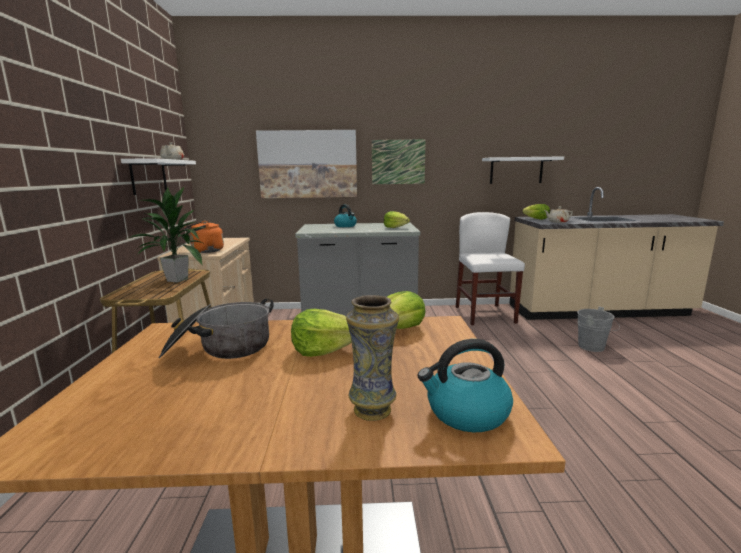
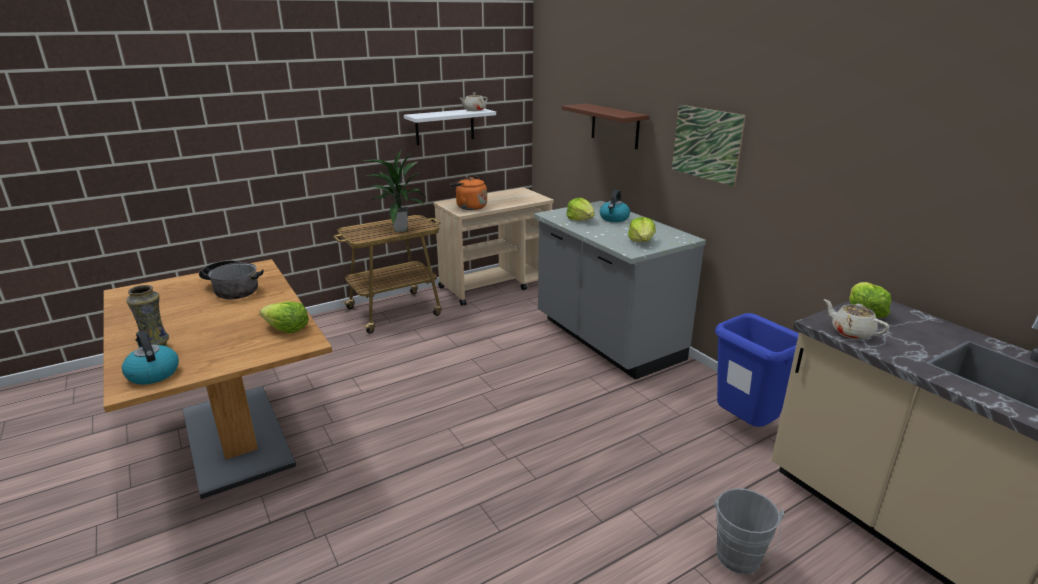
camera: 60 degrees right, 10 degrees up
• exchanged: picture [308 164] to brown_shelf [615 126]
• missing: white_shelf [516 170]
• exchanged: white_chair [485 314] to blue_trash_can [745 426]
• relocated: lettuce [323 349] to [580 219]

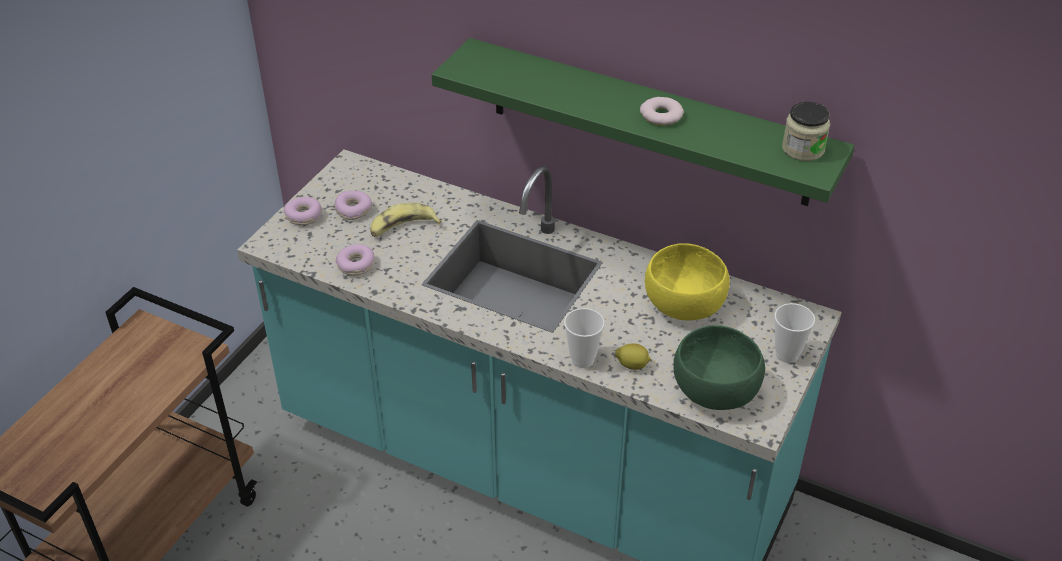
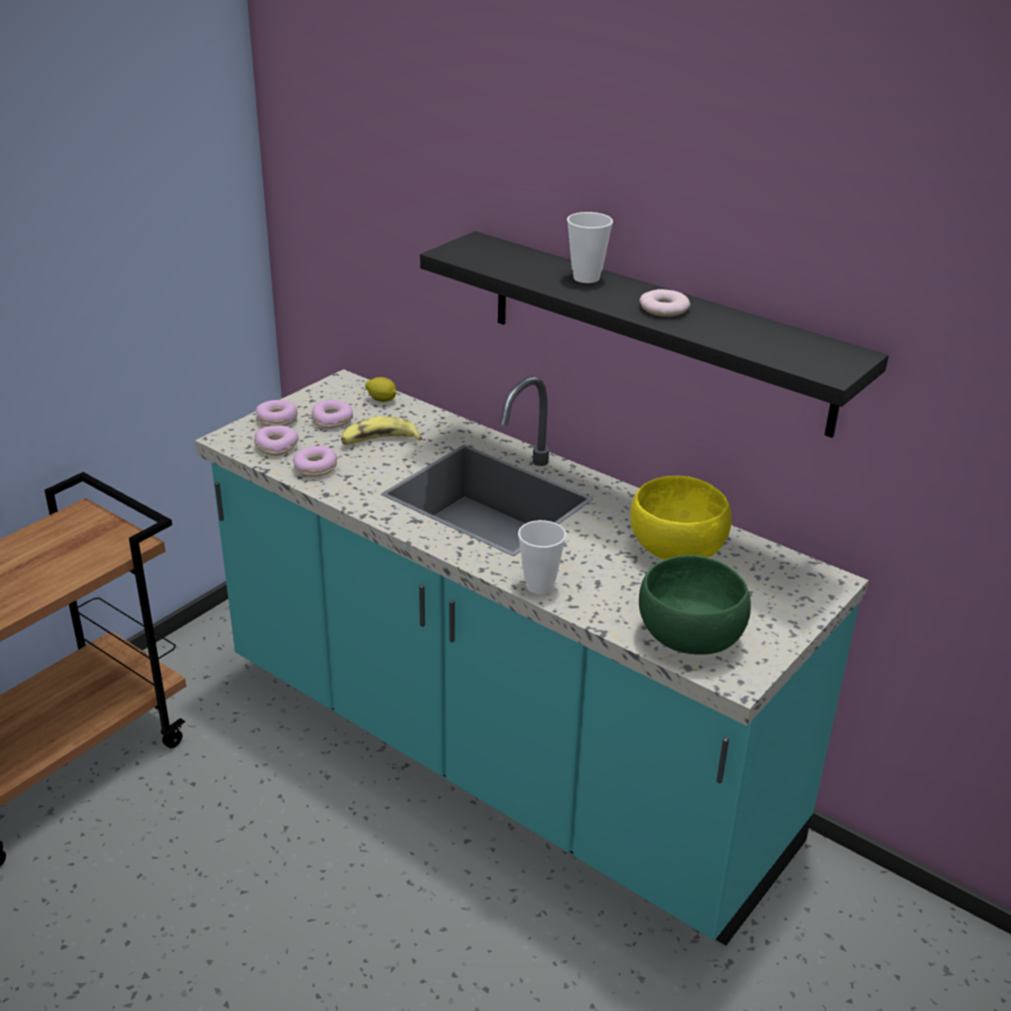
camera: 10 degrees right, 10 degrees down
• colour: green_shelf [648 122] to black_shelf [657 331]
• missing: jar [803 149]
• relocated: cup [787 354] to [586 278]
• relocated: lemon [632 365] to [382 400]
• appeared: donut [276 446]

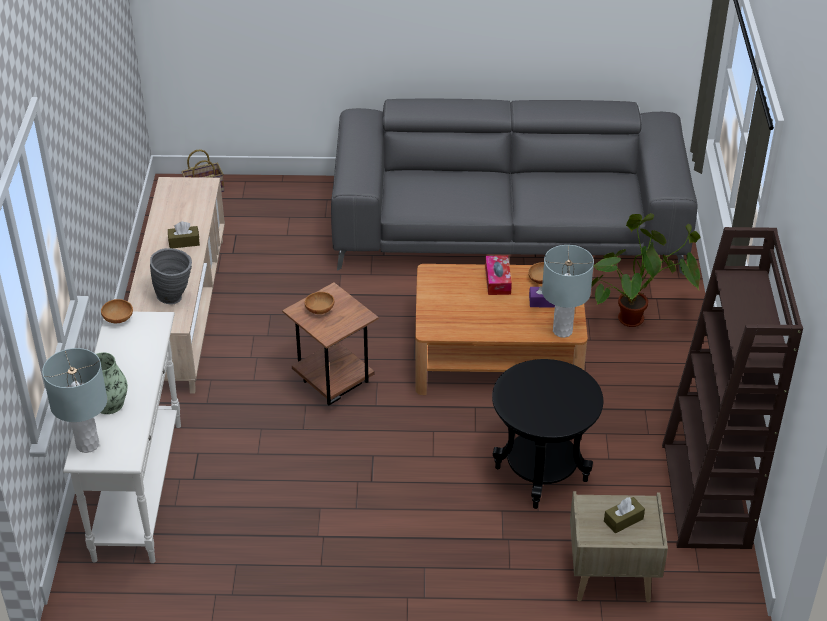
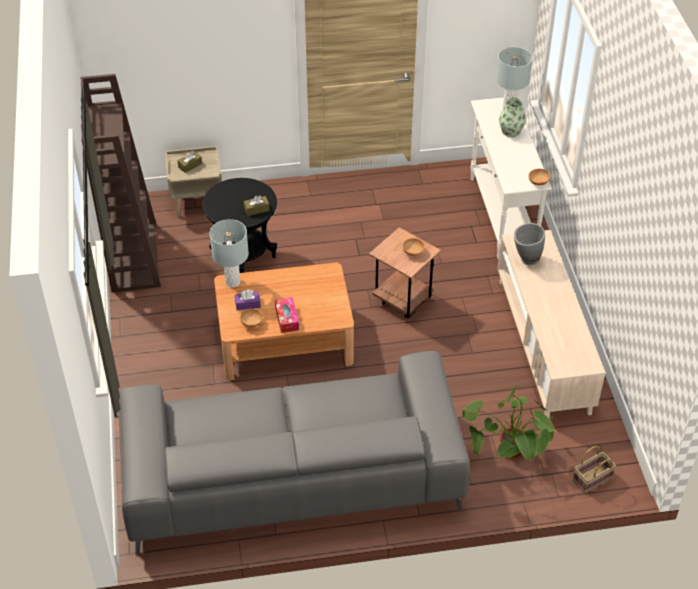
camera: 170 degrees right, 5 degrees up
• relocated: potted_plant [637 312] to [507 459]
• relocated: brown_tissue_box [184 242] to [256 209]

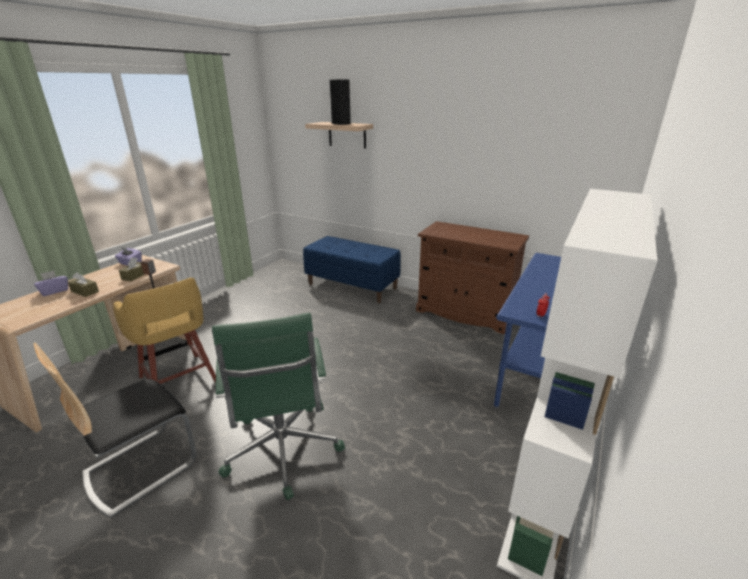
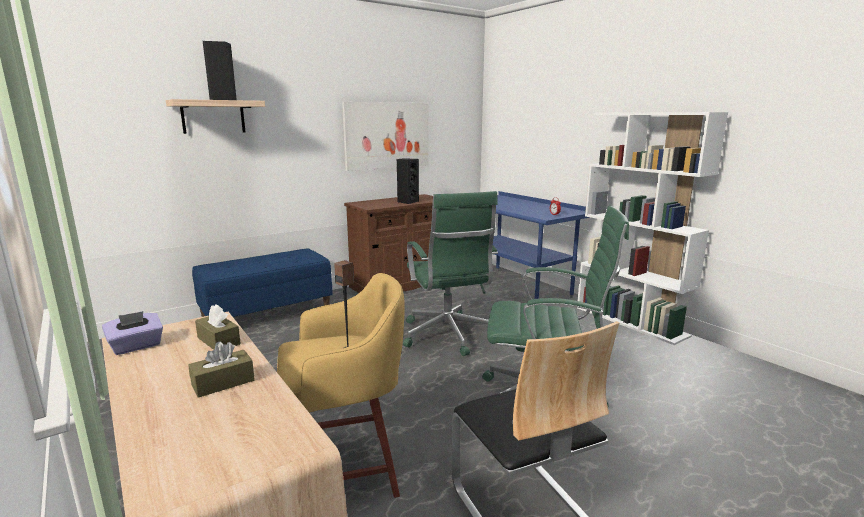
camera: 65 degrees left, 10 degrees down
• missing: purple_tissue_box [54 291]
• appeared: picture [387 135]
• appeared: black_speaker [407 202]
• appeared: green_office_chair [448 335]

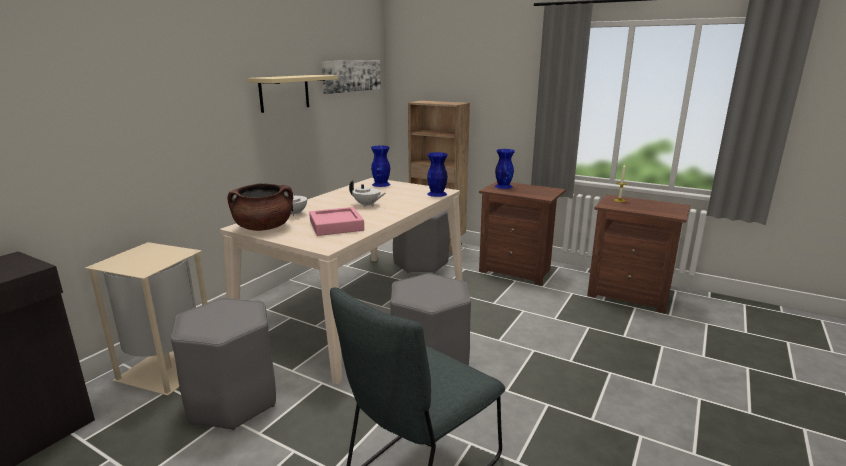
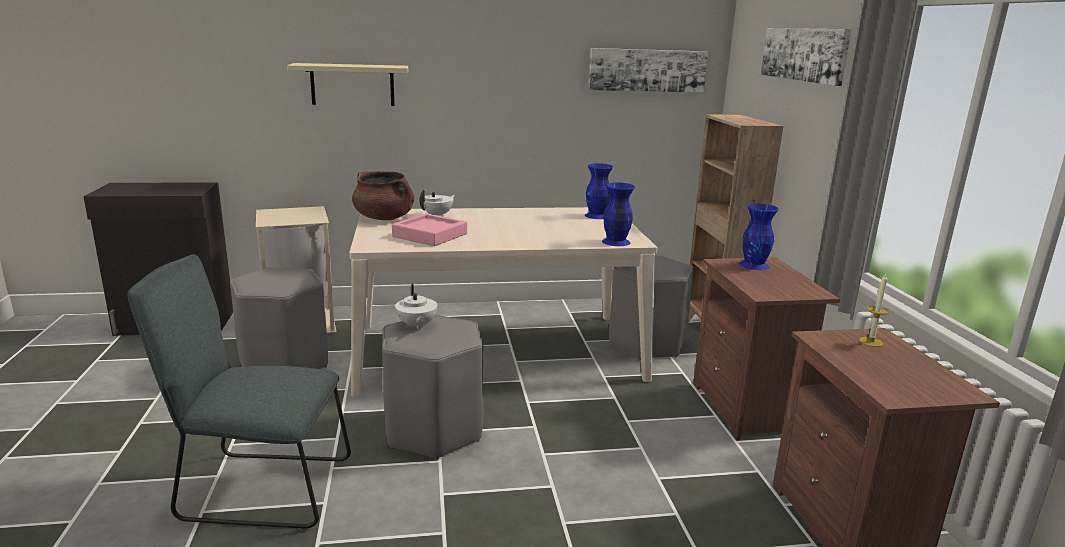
camera: 50 degrees right, 0 degrees up
• relocated: beige_shelf [284 93] to [352 85]
• relocated: white_teapot [367 205] to [416 325]
• appeared: picture [804 54]

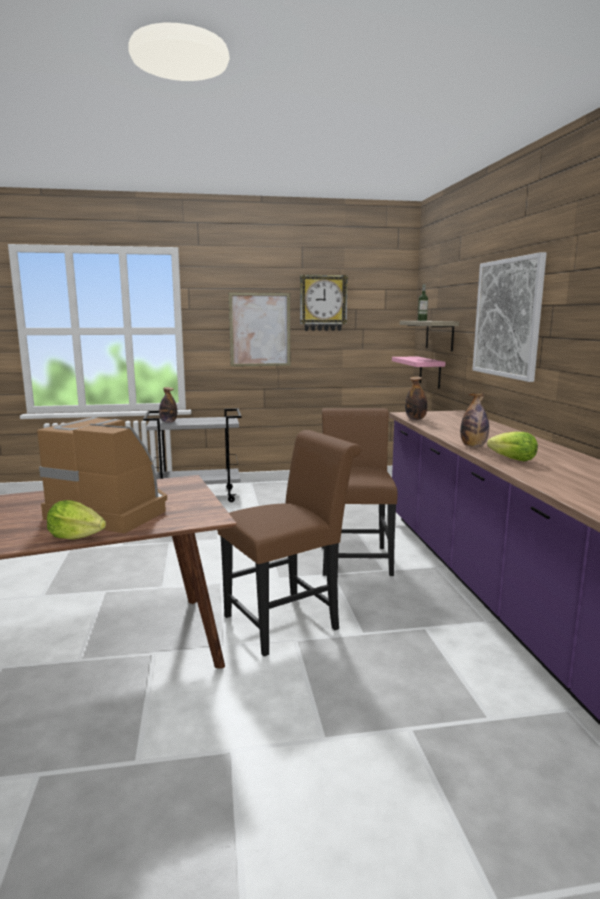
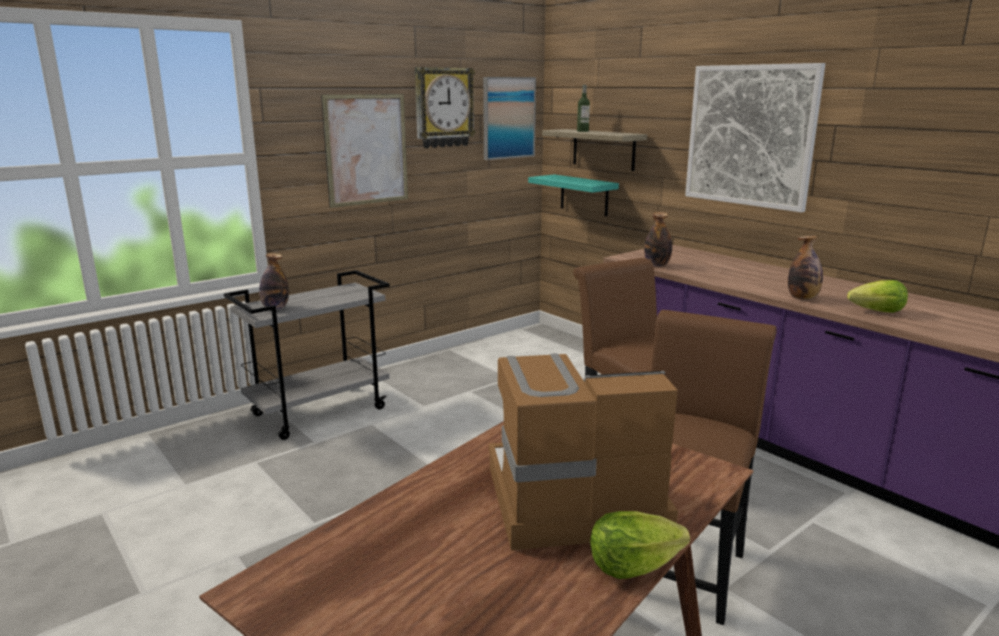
camera: 30 degrees left, 5 degrees up
• colour: pink_shelf [430 372] to turquoise_shelf [584 195]
• appeared: picture [508 118]

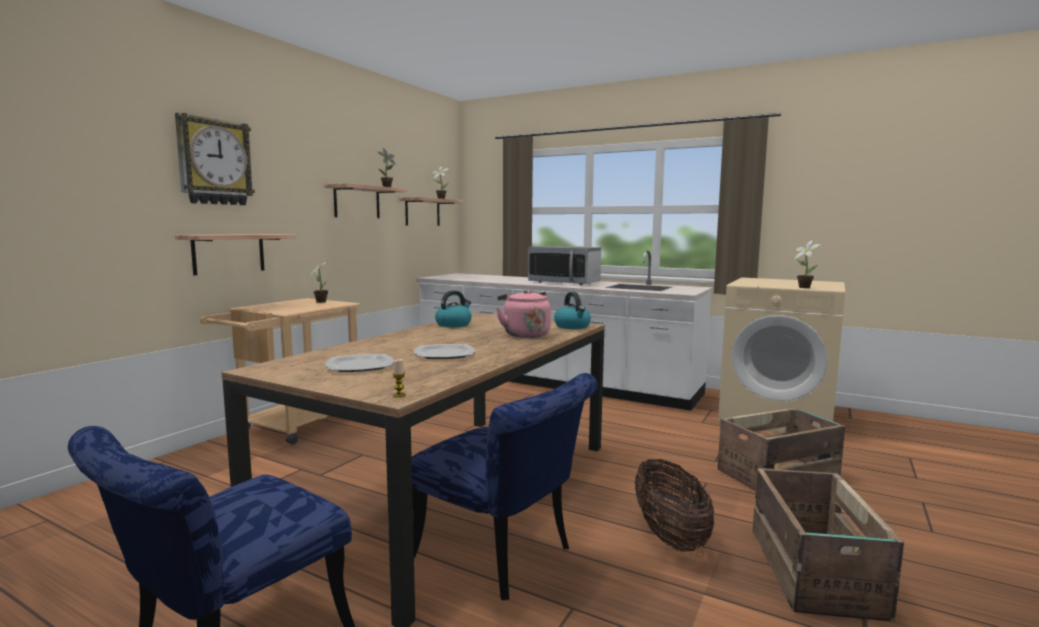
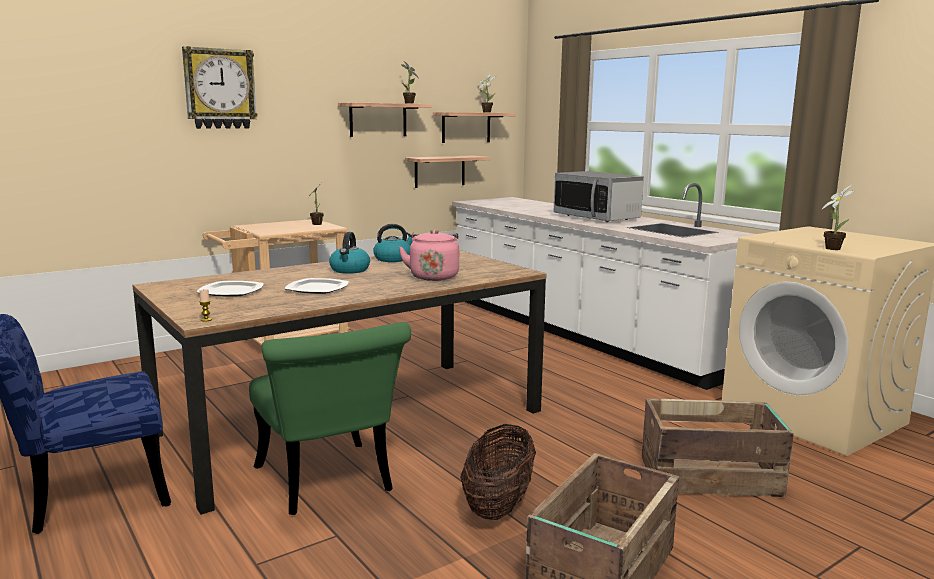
camera: 25 degrees right, 5 degrees up
• relocated: shelf [229 253] to [439 171]
• relocated: kettle [572 326] to [350 270]
• colour: blue_chair [503 558] to green_chair [328 484]

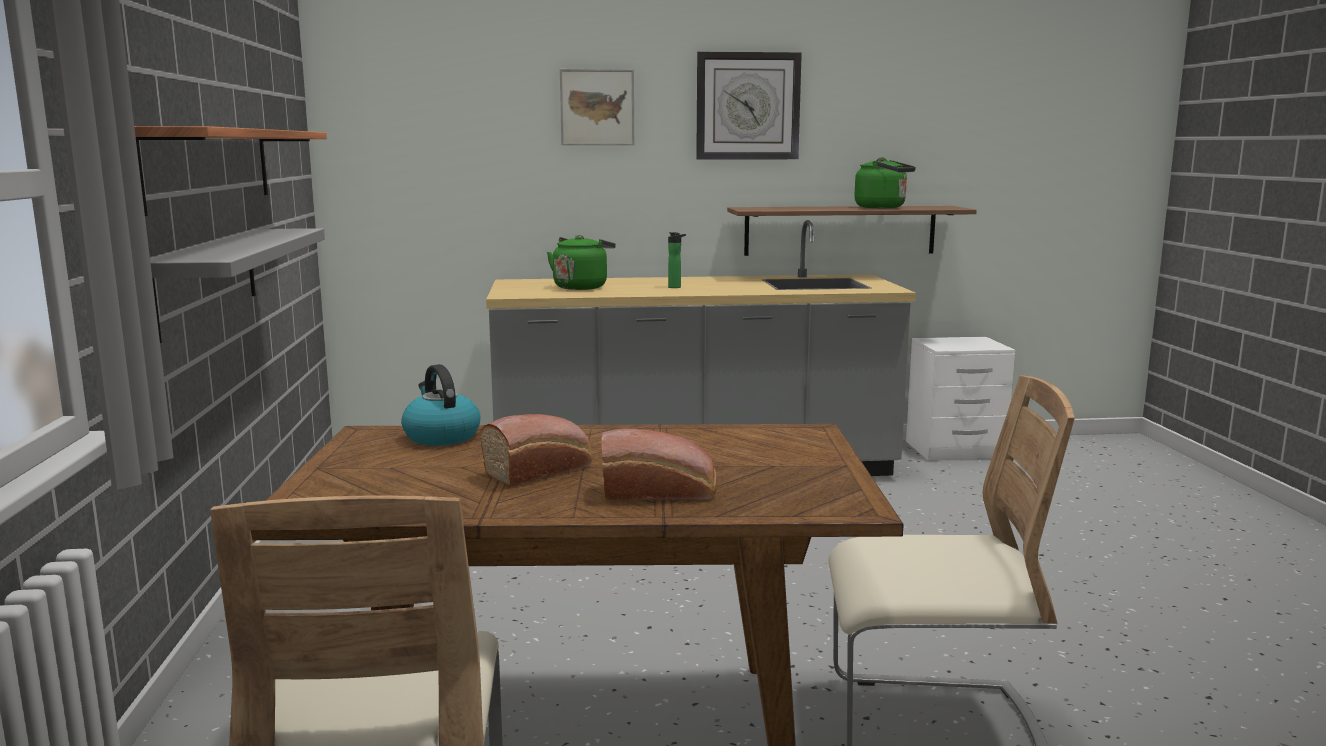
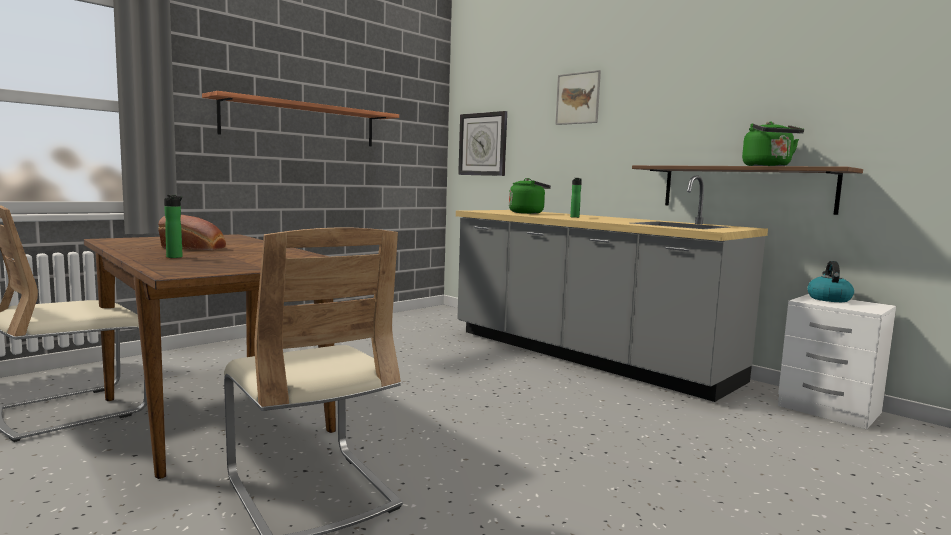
camera: 50 degrees right, 5 degrees down
• relocated: wall_clock [747 106] to [483 144]
• missing: grey_shelf [207 280]
• relocated: kettle [441 436] to [828 299]
• exchanged: bread [660 492] to bottle [175 257]

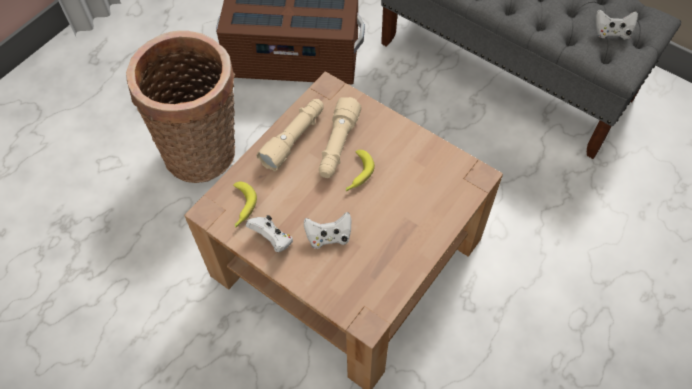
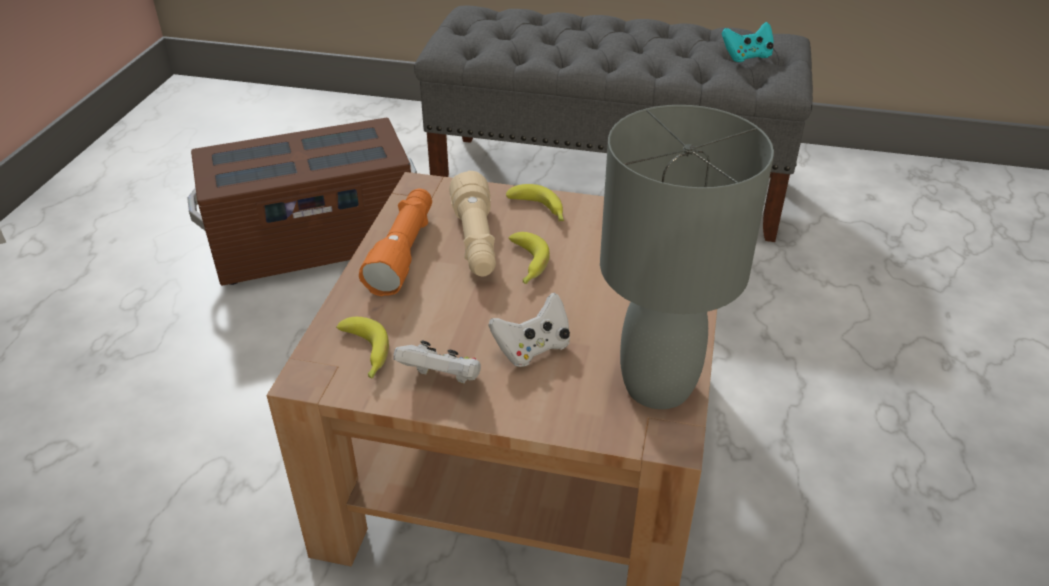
camera: 25 degrees left, 20 degrees down
• colour: white_game_controller [611 32] to turquoise_game_controller [747 57]
• missing: basket [205 152]
• colour: beige_flashlight [294 139] to orange_flashlight [404 252]
• appeared: grey_table_lamp [657 387]
• appeared: banana [540 211]

